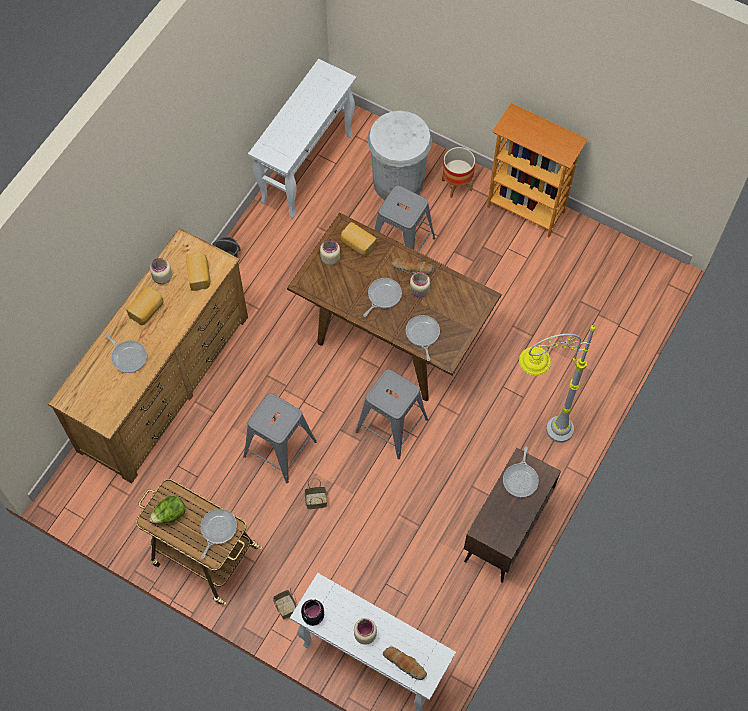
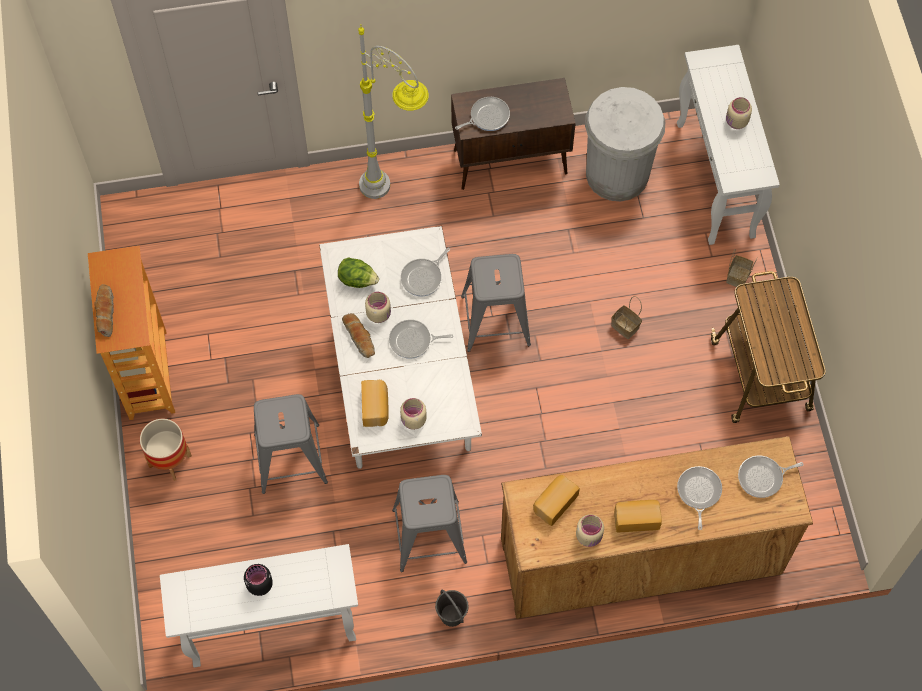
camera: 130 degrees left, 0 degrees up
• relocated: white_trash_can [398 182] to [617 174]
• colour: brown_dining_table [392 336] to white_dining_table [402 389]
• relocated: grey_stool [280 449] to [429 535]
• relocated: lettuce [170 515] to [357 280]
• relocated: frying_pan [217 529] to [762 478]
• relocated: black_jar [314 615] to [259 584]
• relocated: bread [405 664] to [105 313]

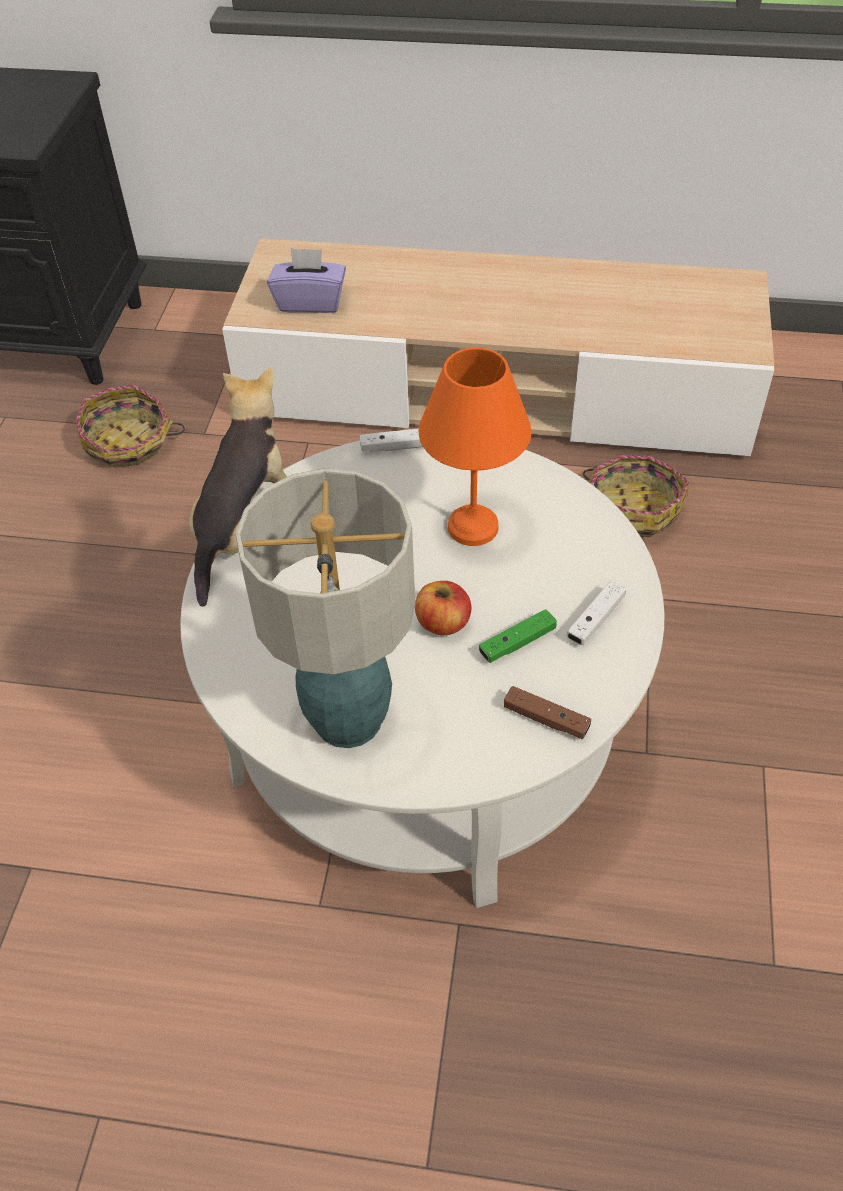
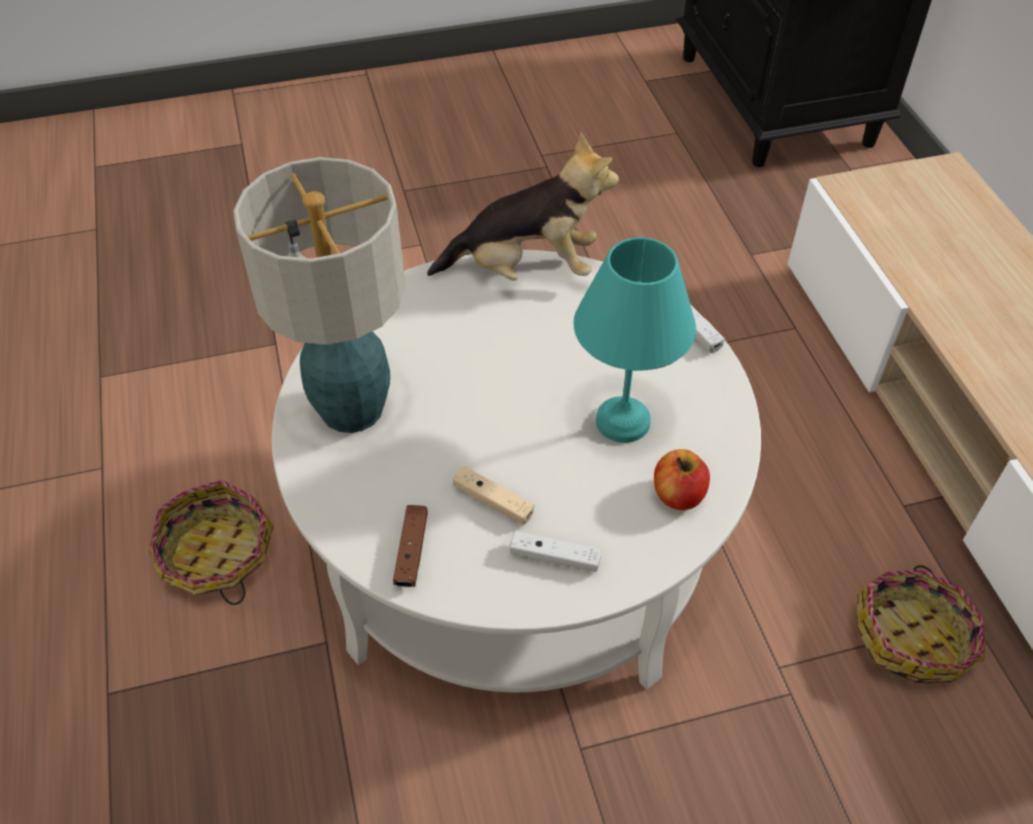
camera: 65 degrees right, 0 degrees up
• missing: purple_tissue_box [310 302]
• colour: orange_table_lamp [475 526] to turquoise_table_lamp [625 422]
• relocated: basket [129 442] to [216 555]
• relocated: apple [443 622] to [678 495]
• colour: green_game_controller [517 643] to beige_game_controller [493 501]

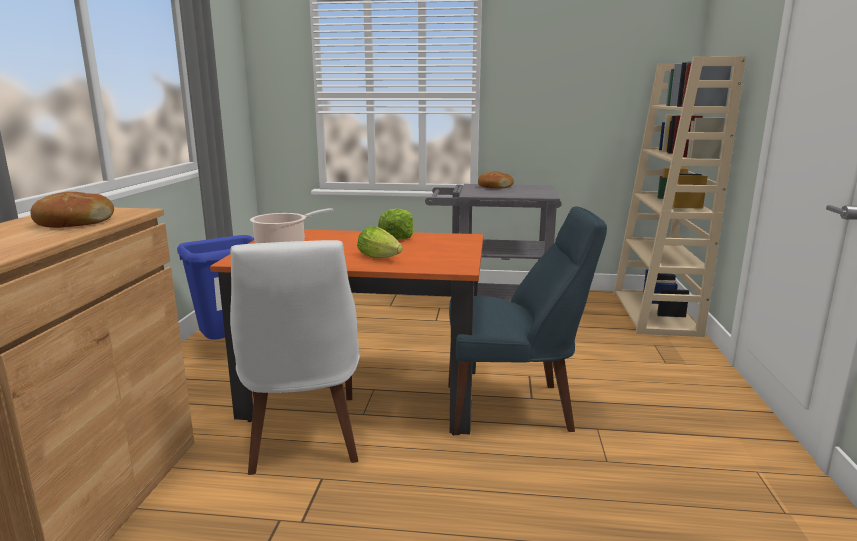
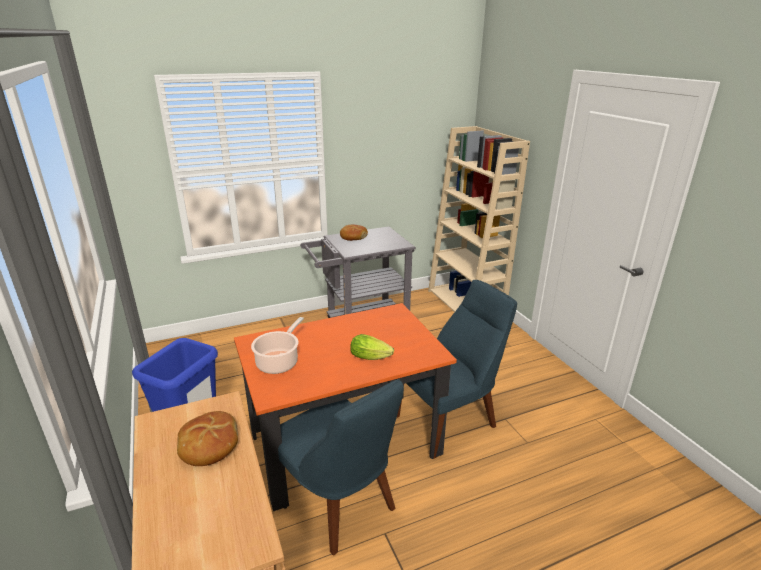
camera: 30 degrees left, 10 degrees up
• missing: lettuce [397 237]
• colour: white_chair [303 436] to blue_chair [339 503]

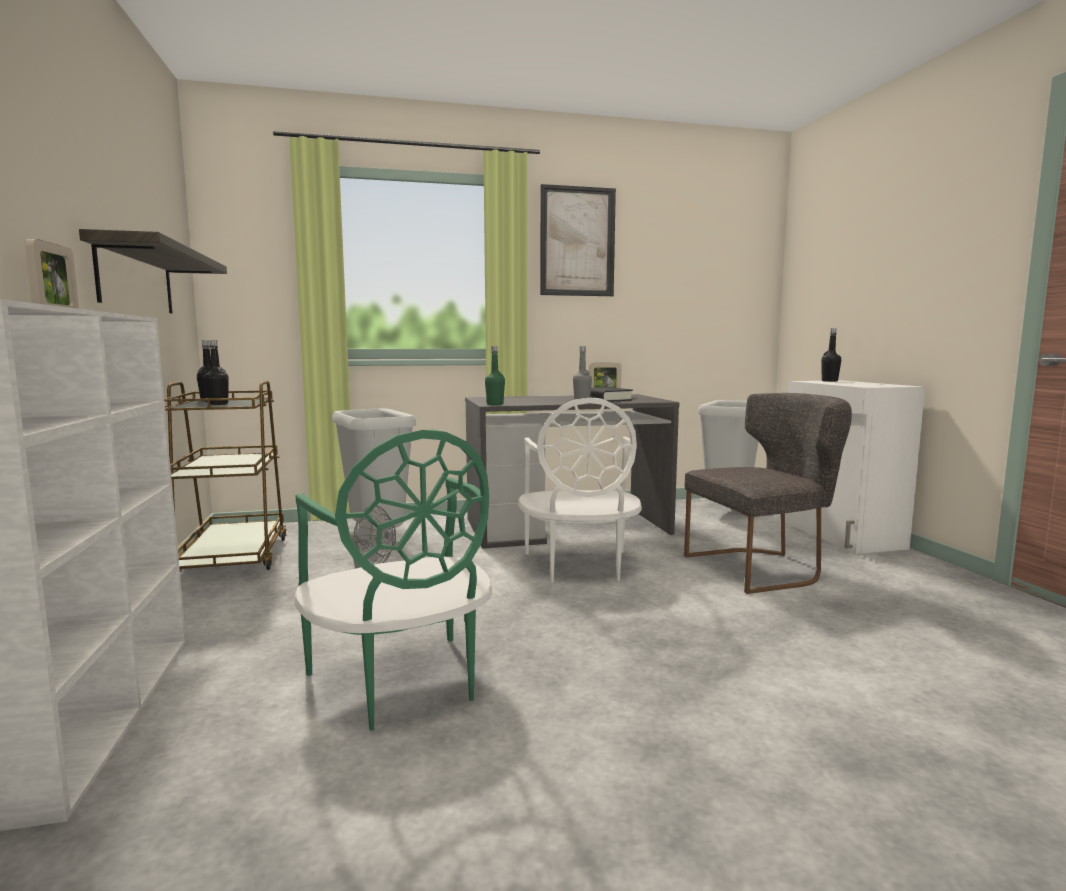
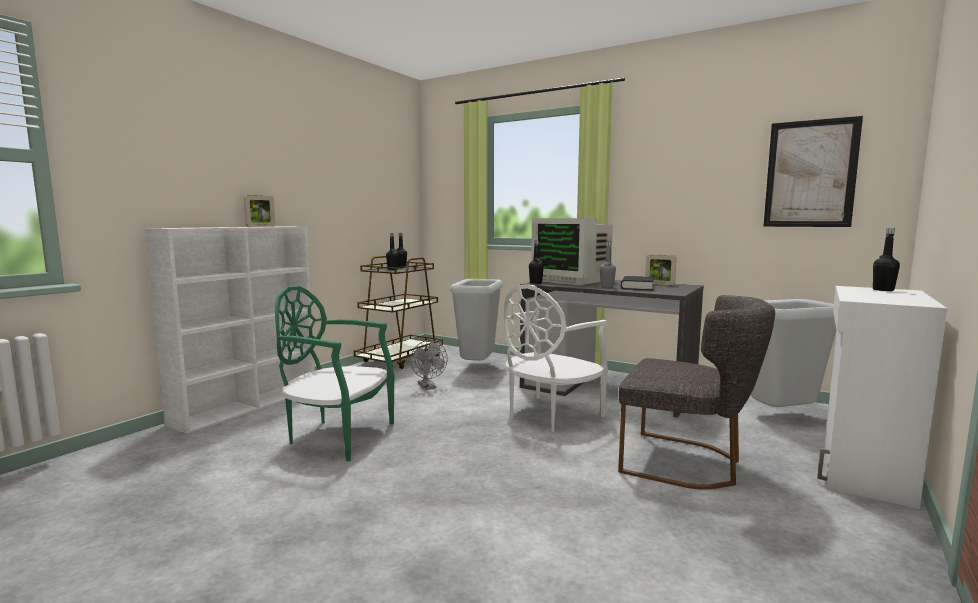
camera: 45 degrees right, 0 degrees up
• relocated: picture [577 242] to [810 174]
• missing: shelf [136 279]
• colour: green_bottle [495 404] to black_bottle [535 283]
• spun: green_chair [401 684] = [338 436] 90 degrees clockwise
• appeared: monitor [572 280]

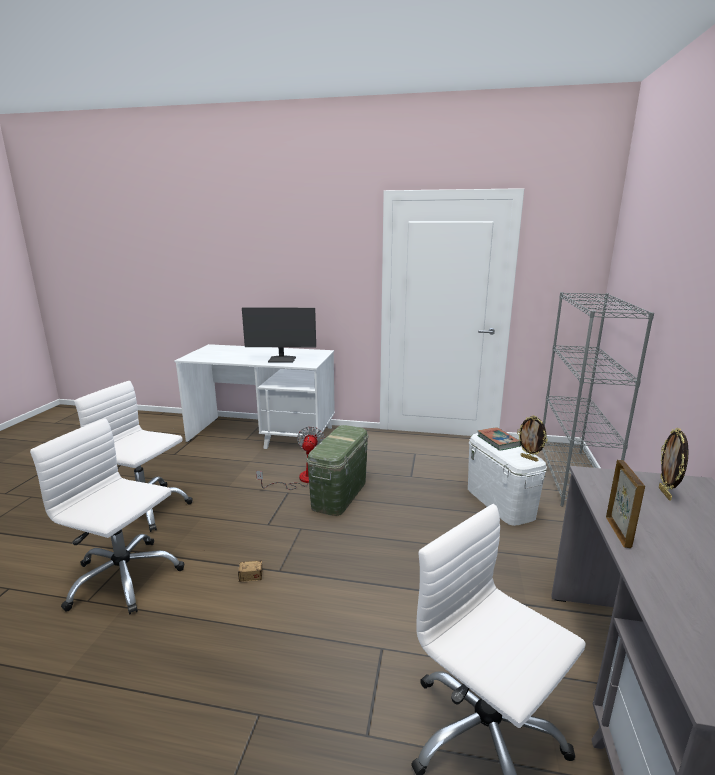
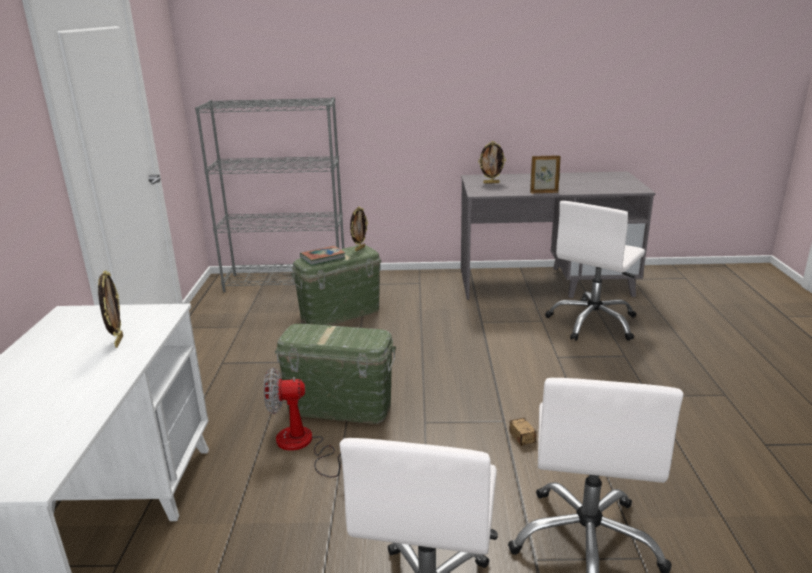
camera: 100 degrees left, 5 degrees up
• exchanged: monitor [282 360] to picture_frame [118 341]
• colour: white_storage_box [500 502] to green_storage_box [340 313]

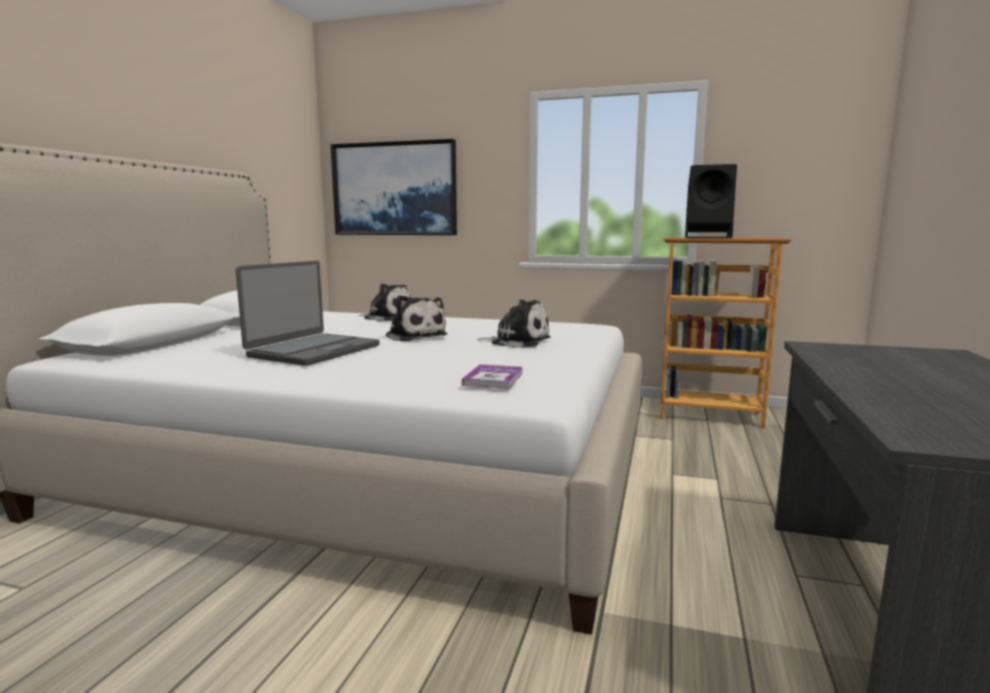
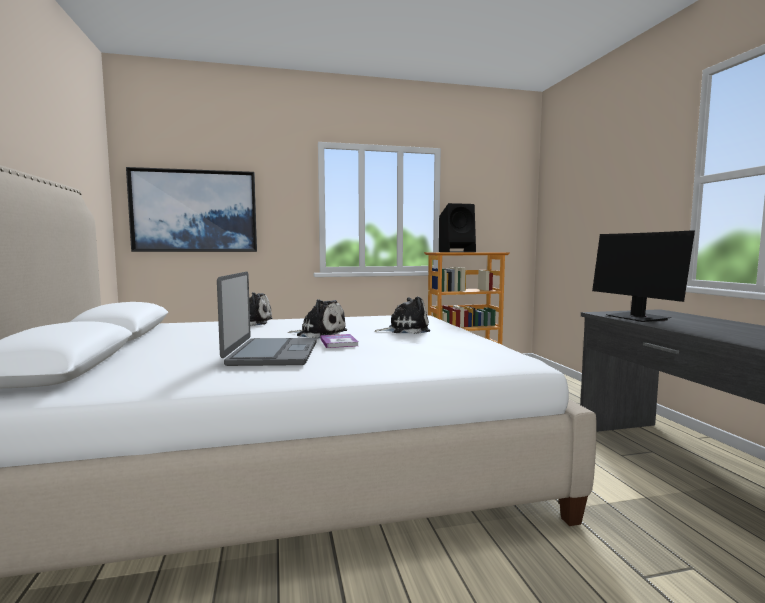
camera: 30 degrees left, 5 degrees down
• relocated: book [493 379] to [338 342]
• appeared: monitor [637 318]

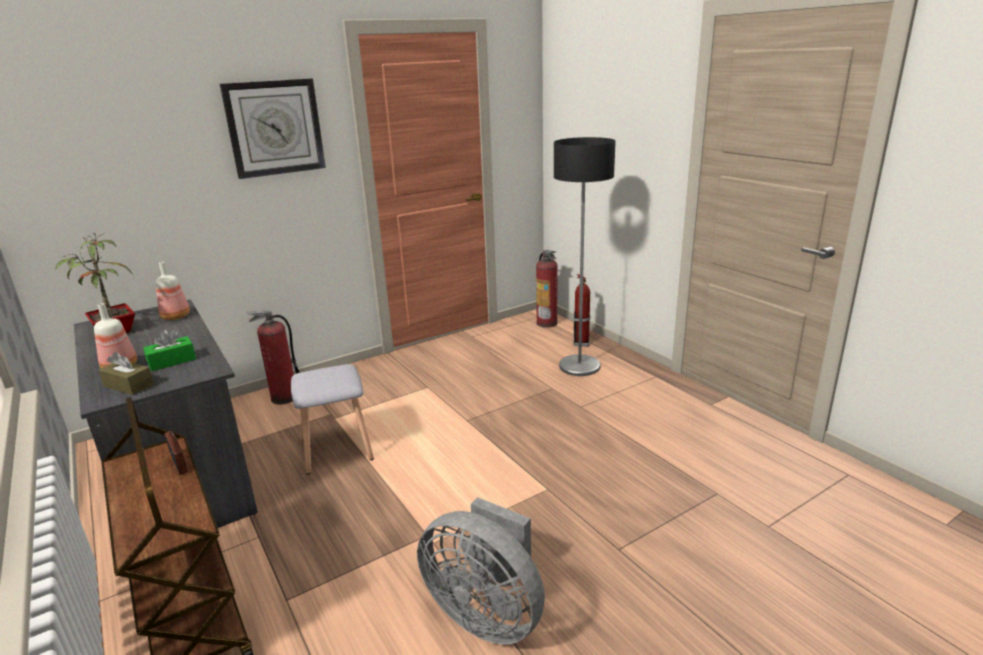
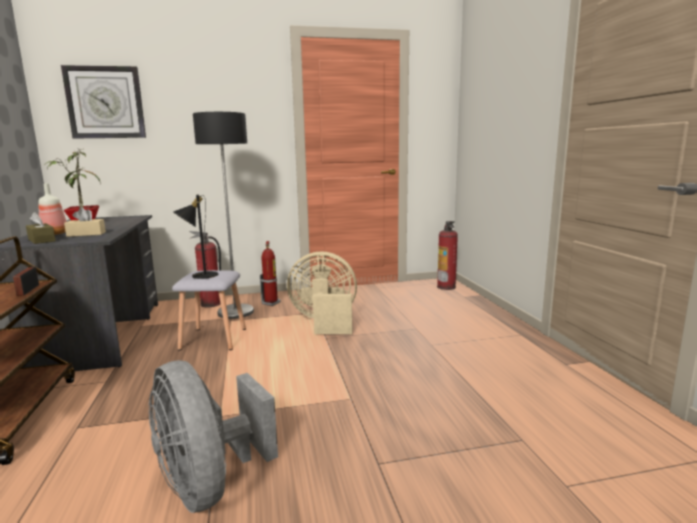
camera: 20 degrees right, 10 degrees down
• relocated: wall_clock [274 128] to [105 102]
• relocated: floor_lamp [580 366] to [236 312]
• missing: bottle [176 316]
• relocated: fire_extinguisher [581 342] to [271 303]
• colour: green_tissue_box [172 361] to beige_tissue_box [86 234]
• appeared: black_table_lamp [199 275]
• appeared: beige_fan [324 322]

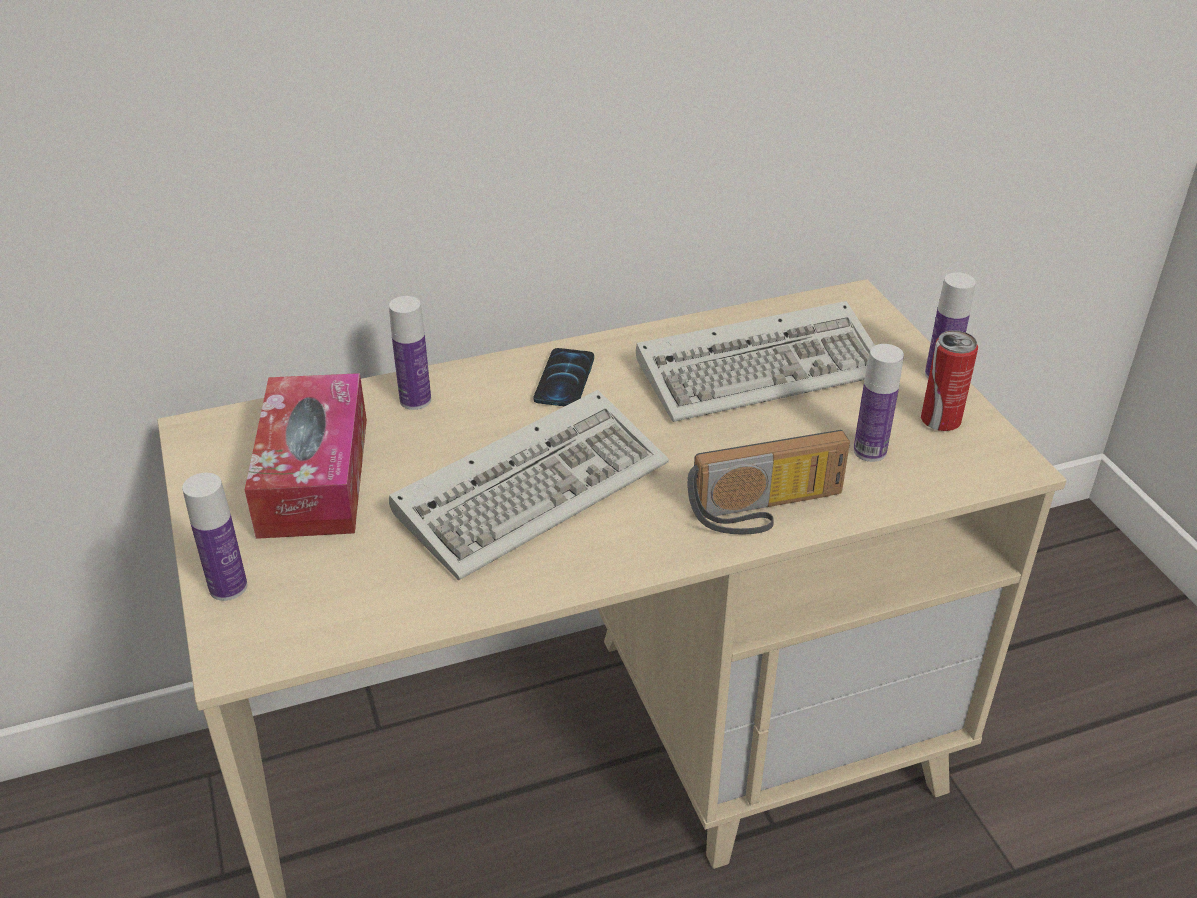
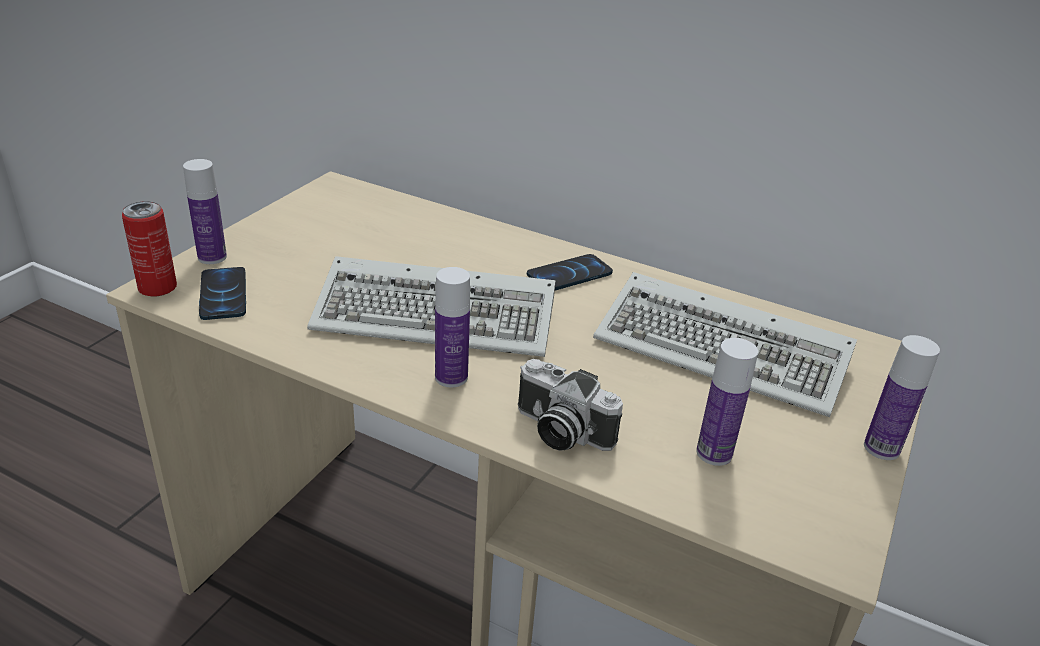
camera: 45 degrees right, 5 degrees down
• relocated: bottle [415 400] to [451 377]
• relocated: can [940 421] to [157 288]
• missing: tissue_box [314 476]
• exchanged: radio [767 511] to photo_camera [559 431]
• appeared: phone [223 295]

